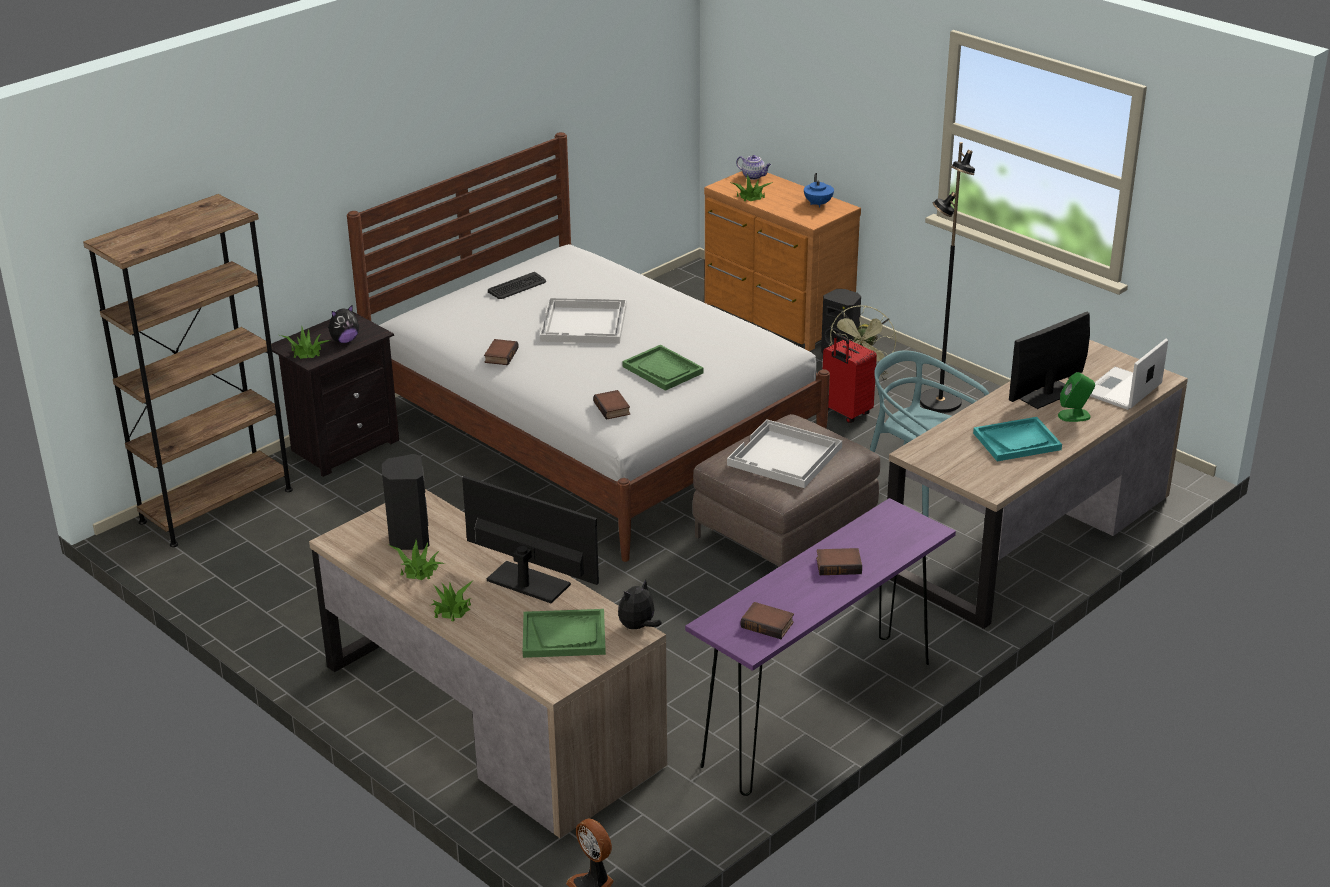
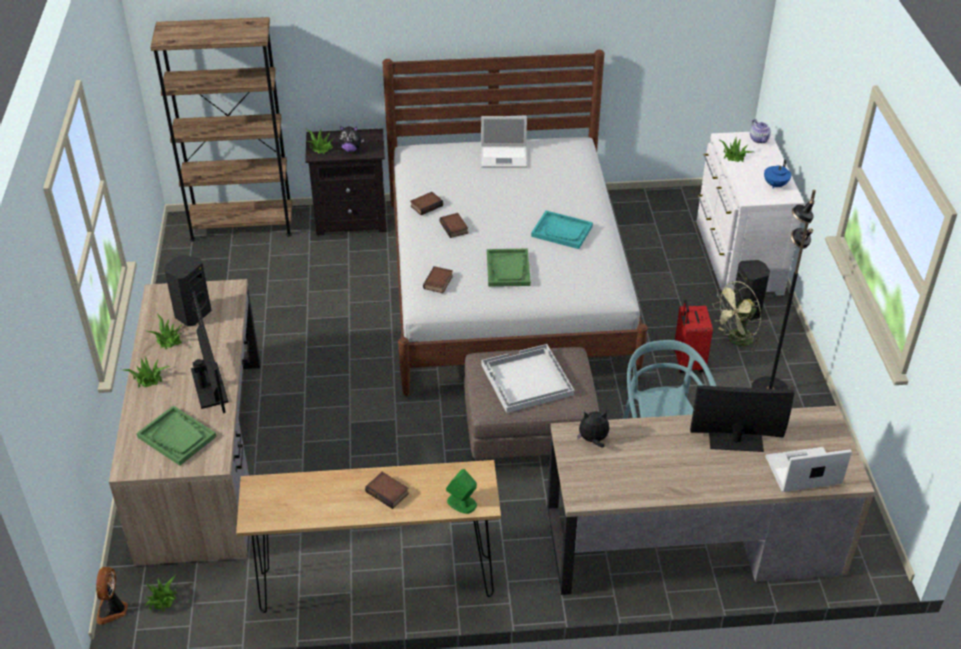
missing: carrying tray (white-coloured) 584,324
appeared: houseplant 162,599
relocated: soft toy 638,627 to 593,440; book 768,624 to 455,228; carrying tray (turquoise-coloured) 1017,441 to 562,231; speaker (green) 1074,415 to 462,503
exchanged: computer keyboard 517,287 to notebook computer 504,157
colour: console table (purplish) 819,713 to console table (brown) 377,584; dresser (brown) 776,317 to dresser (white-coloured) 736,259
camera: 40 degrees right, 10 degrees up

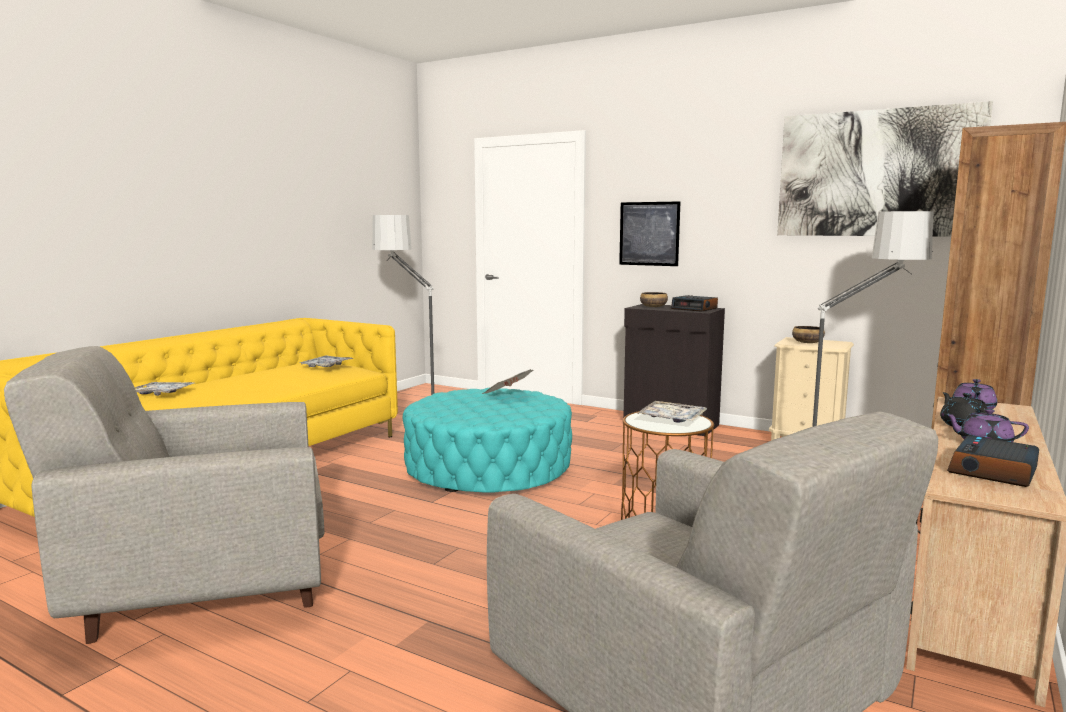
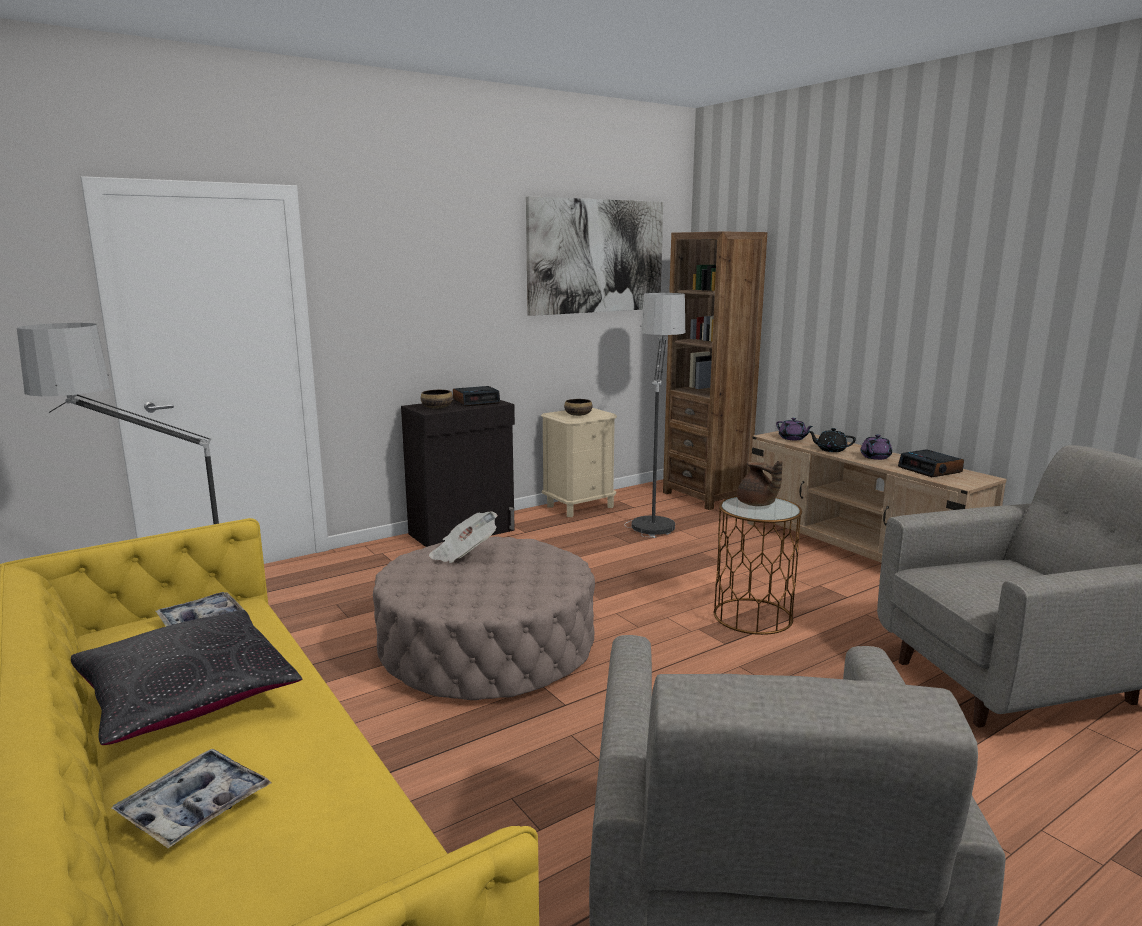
missing: picture 649,233
appeared: throw pillow (black-coloured) 188,697
exchanged: carrying tray 672,419 to teapot (brown) 757,504
colour: pouffe (turquoise-coloured) 488,468 to pouffe (sand-coloured) 487,648
camera: 65 degrees left, 5 degrees up

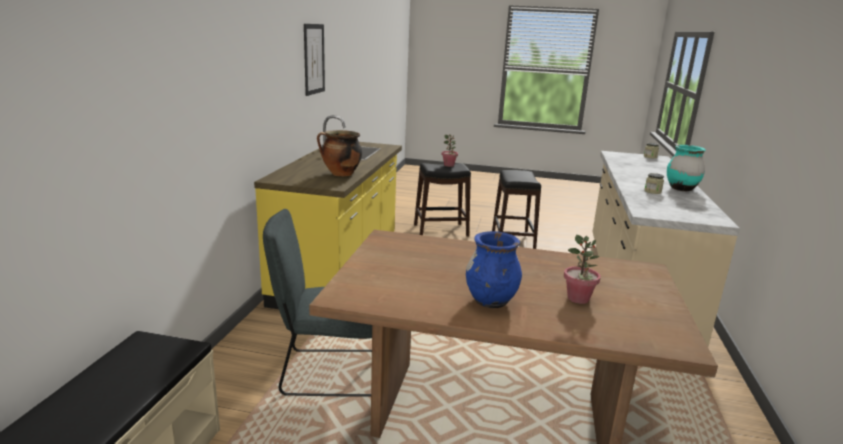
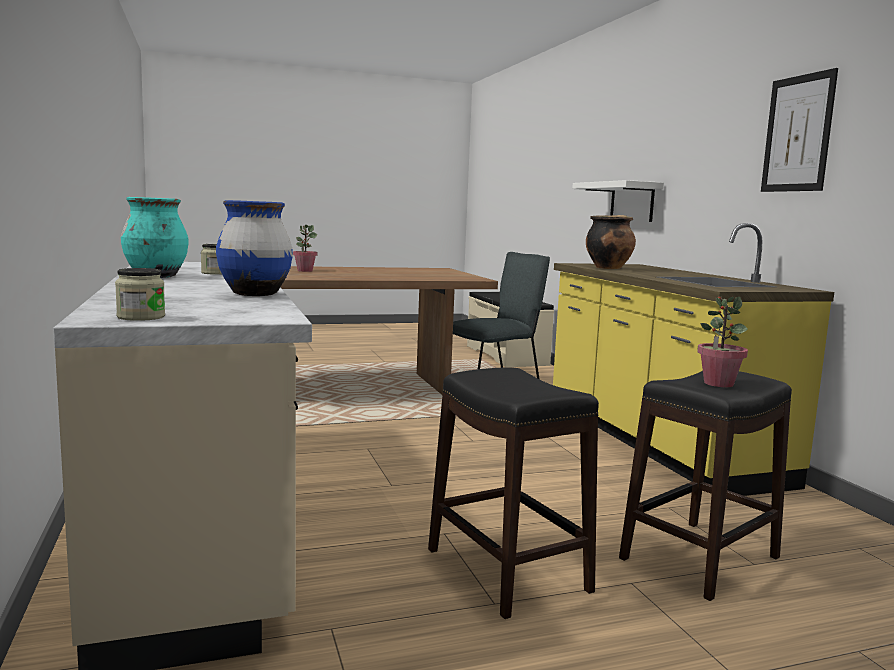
appeared: shelf (white-coloured) 632,202
relocated: vase (bluish) 491,301 to 255,294
camera: 150 degrees right, 10 degrees down

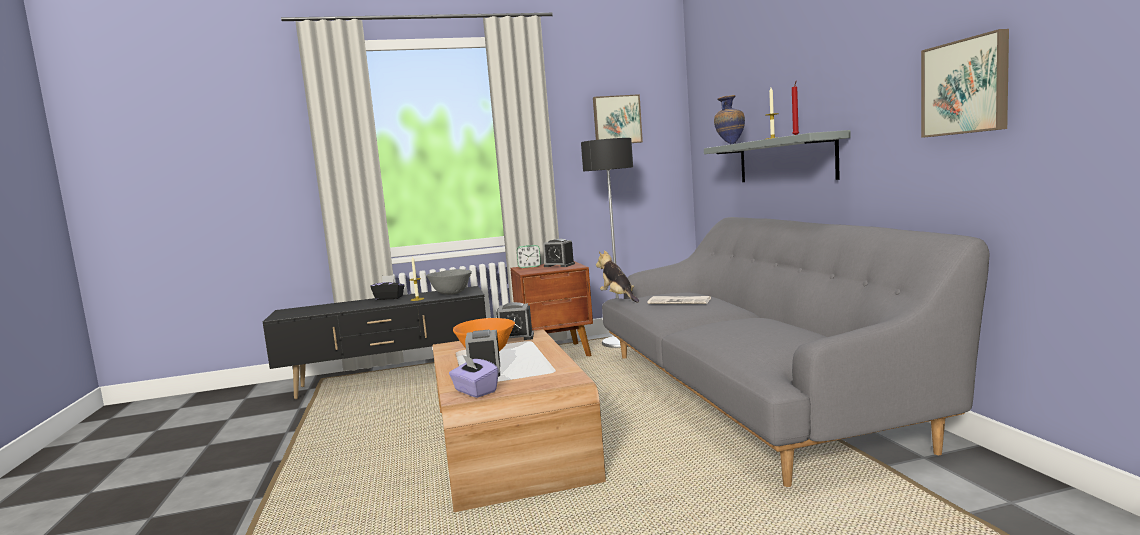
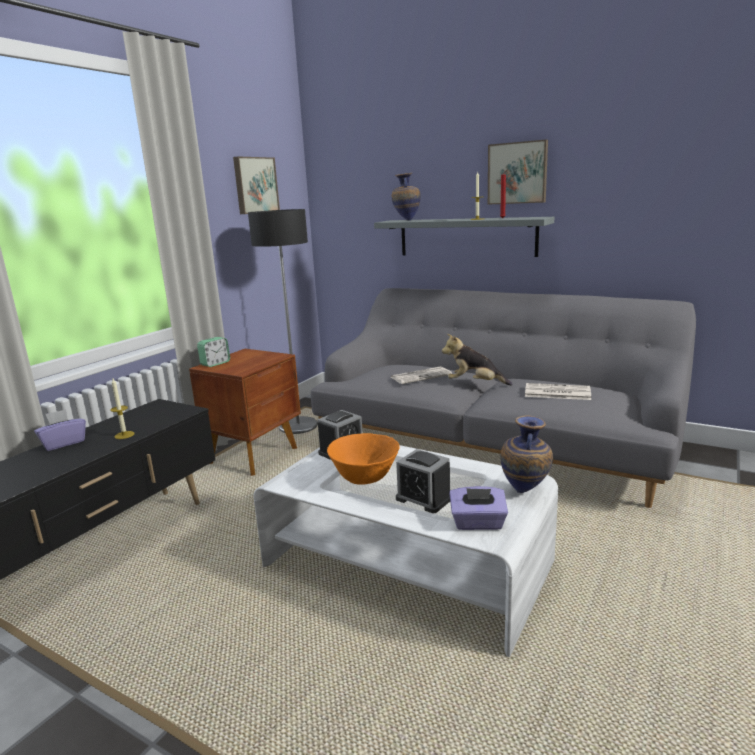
missing: bowl (gray) 451,294; table clock 559,265
appeared: vase 525,492; printed paper 556,392
relocated: soft toy 618,298 to 475,384; picture 966,87 to 517,173
colour: box of tissues (black-coloured) 389,298 to box of tissues (purplish) 63,443; lounge table (brown) 510,443 to lounge table (white-coloured) 406,564
camera: 45 degrees left, 10 degrees up

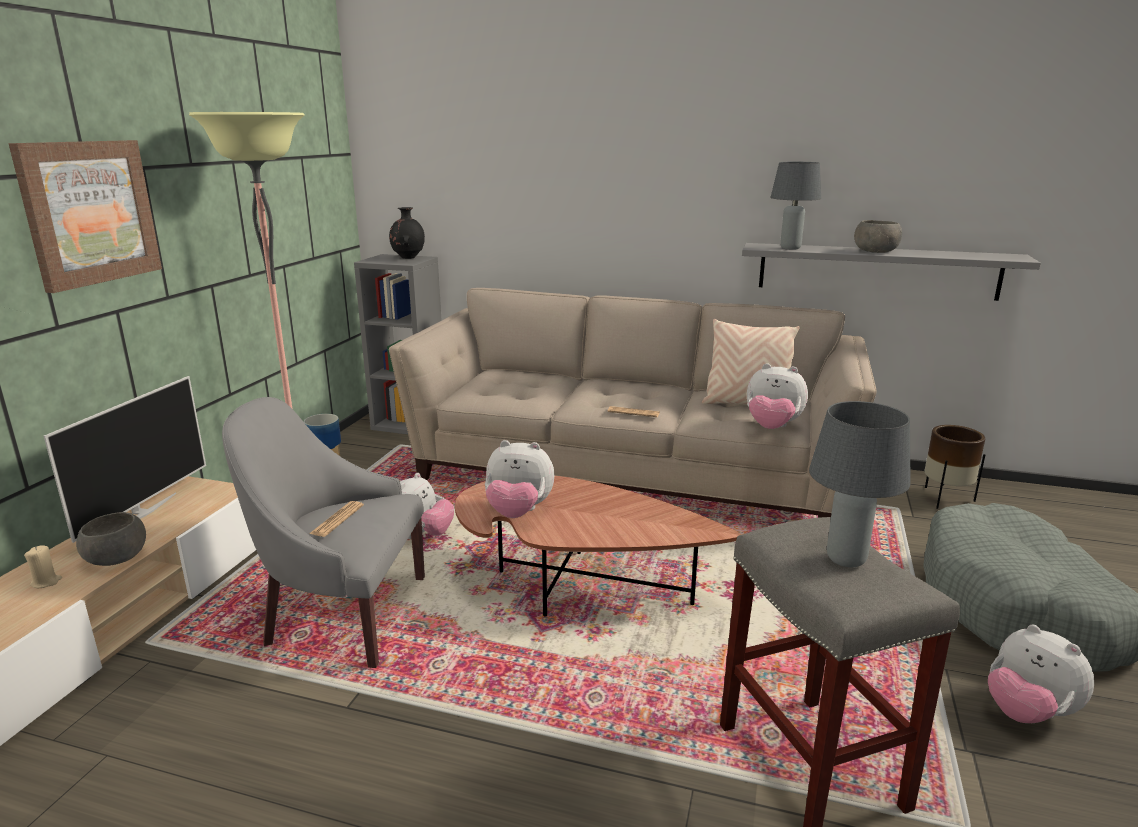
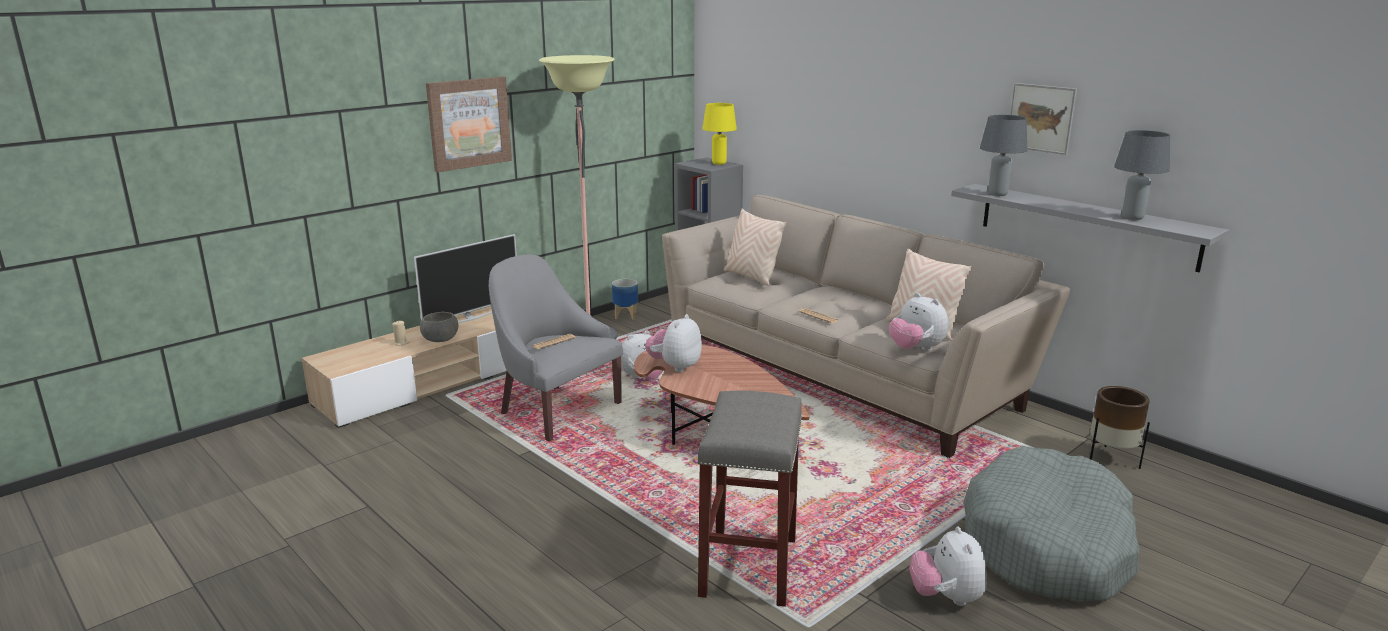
missing: bowl (gray) 876,251
appeared: throw pillow (sand-coloured) 751,277; picture 1041,118
relocated: tabletop lamp (gray) 846,560 to 1132,218
exchanged: vase (black-coloured) 408,258 to tabletop lamp (yellowish) 718,163
spun: soft toy 518,512 = 675,367 75 degrees clockwise
camera: 30 degrees right, 0 degrees up

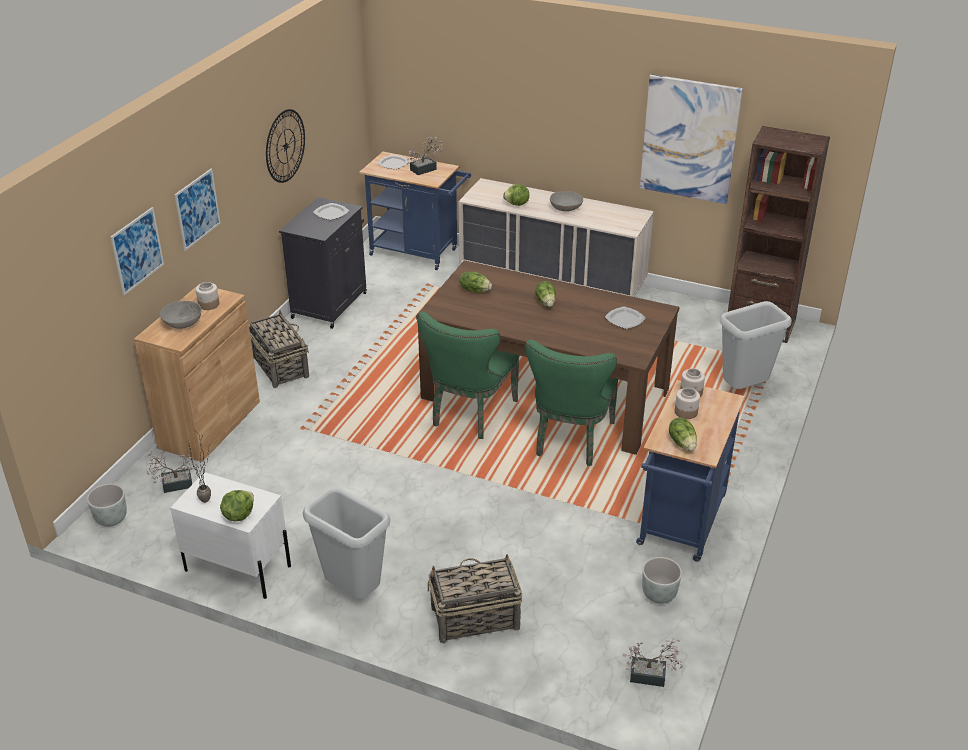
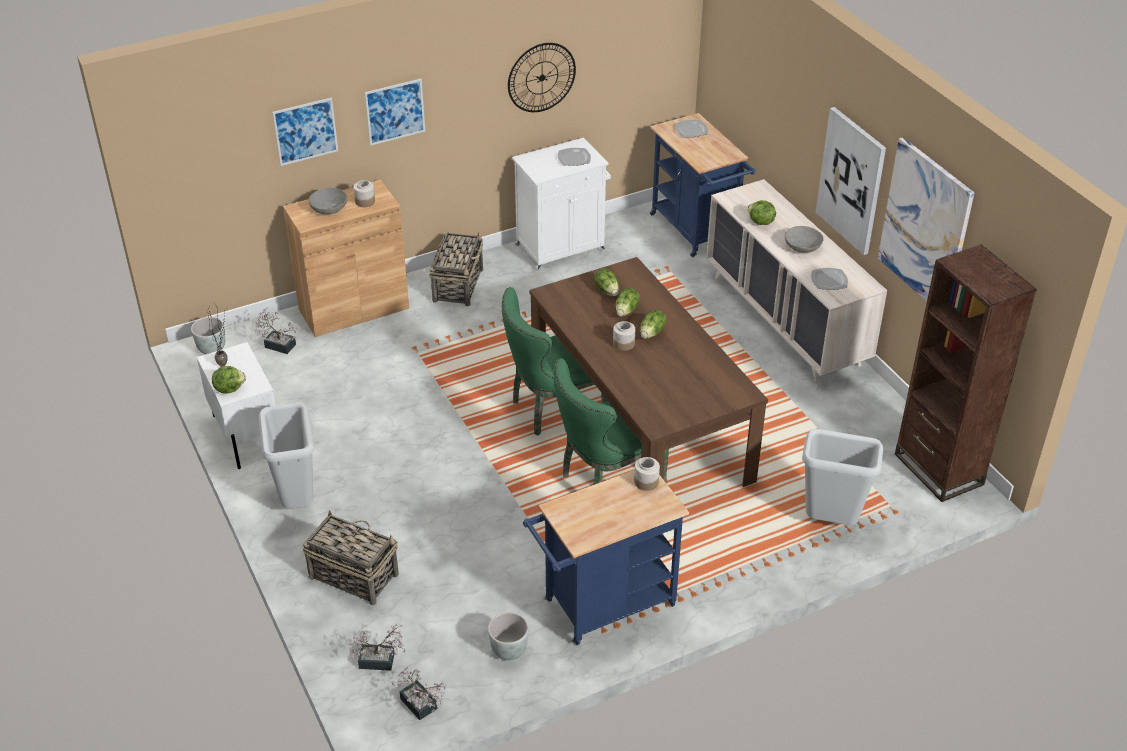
appeared: picture 851,180
relocated: houseplant 426,169 to 381,661; plate 625,319 to 829,280; head of lettuce 682,443 to 627,310; jar 686,412 to 623,344
colour: cupboard (black-coloured) 330,304 to cupboard (white-coloured) 562,247
camera: 40 degrees right, 5 degrees up

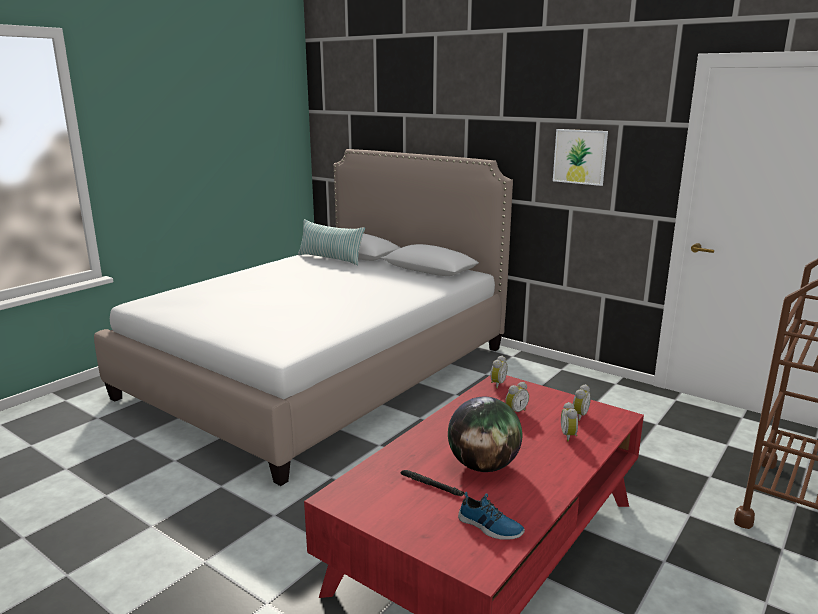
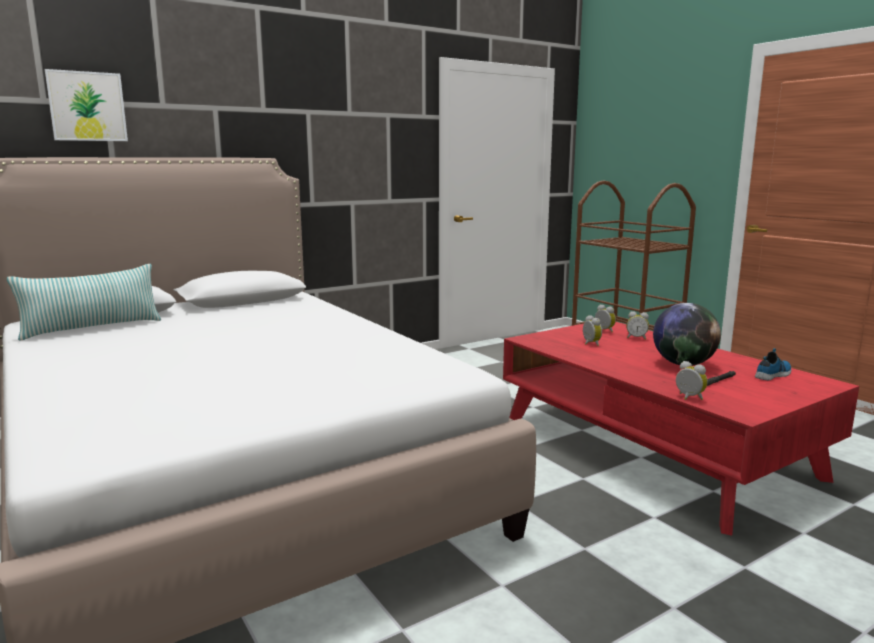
relocated: table clock 497,384 to 688,398; picture 580,156 to 87,106
camera: 70 degrees left, 5 degrees down

